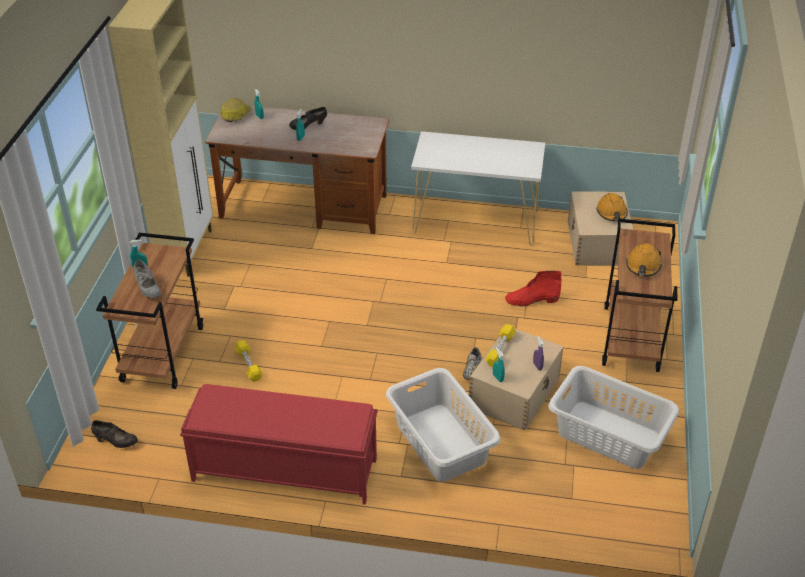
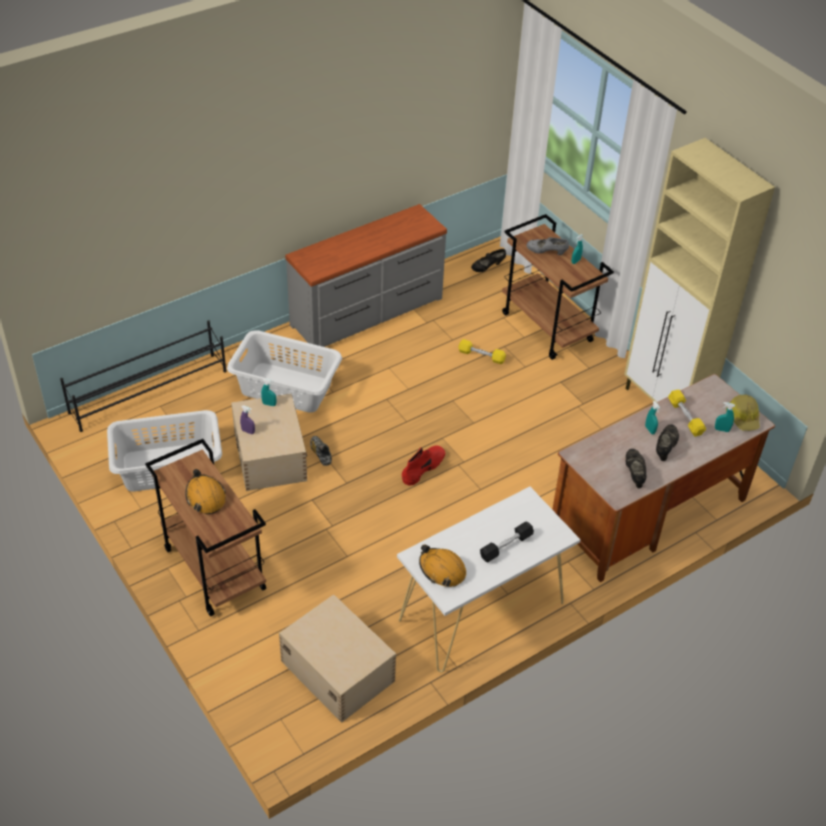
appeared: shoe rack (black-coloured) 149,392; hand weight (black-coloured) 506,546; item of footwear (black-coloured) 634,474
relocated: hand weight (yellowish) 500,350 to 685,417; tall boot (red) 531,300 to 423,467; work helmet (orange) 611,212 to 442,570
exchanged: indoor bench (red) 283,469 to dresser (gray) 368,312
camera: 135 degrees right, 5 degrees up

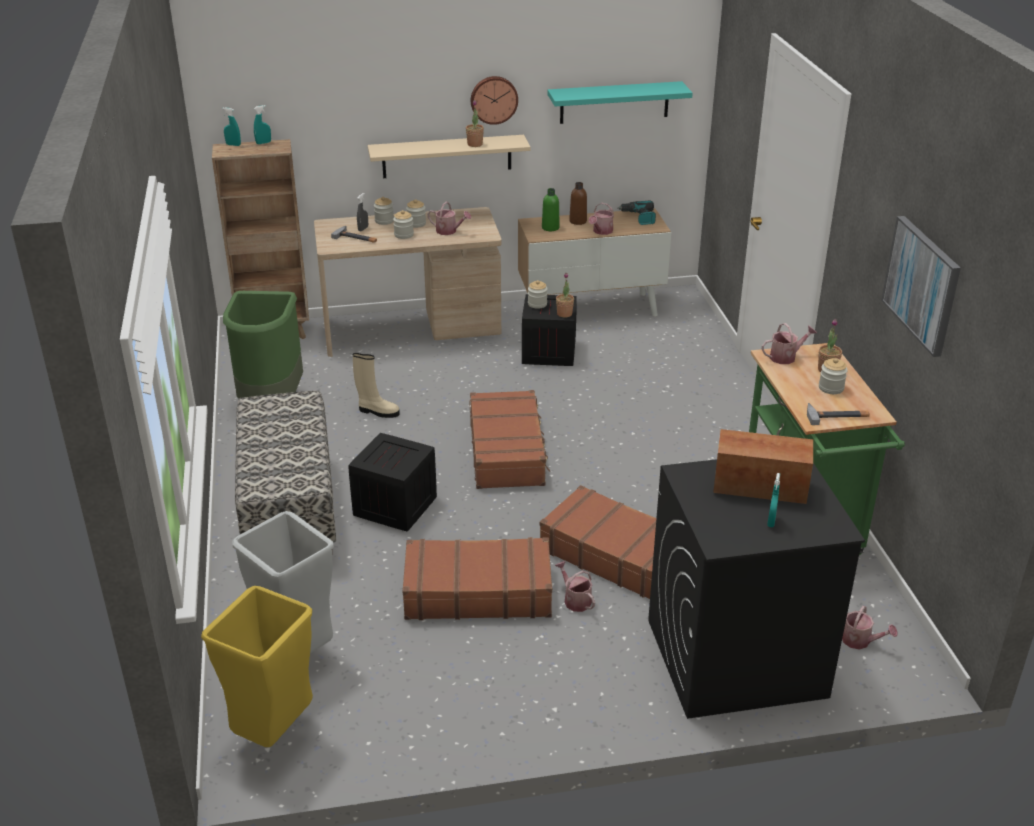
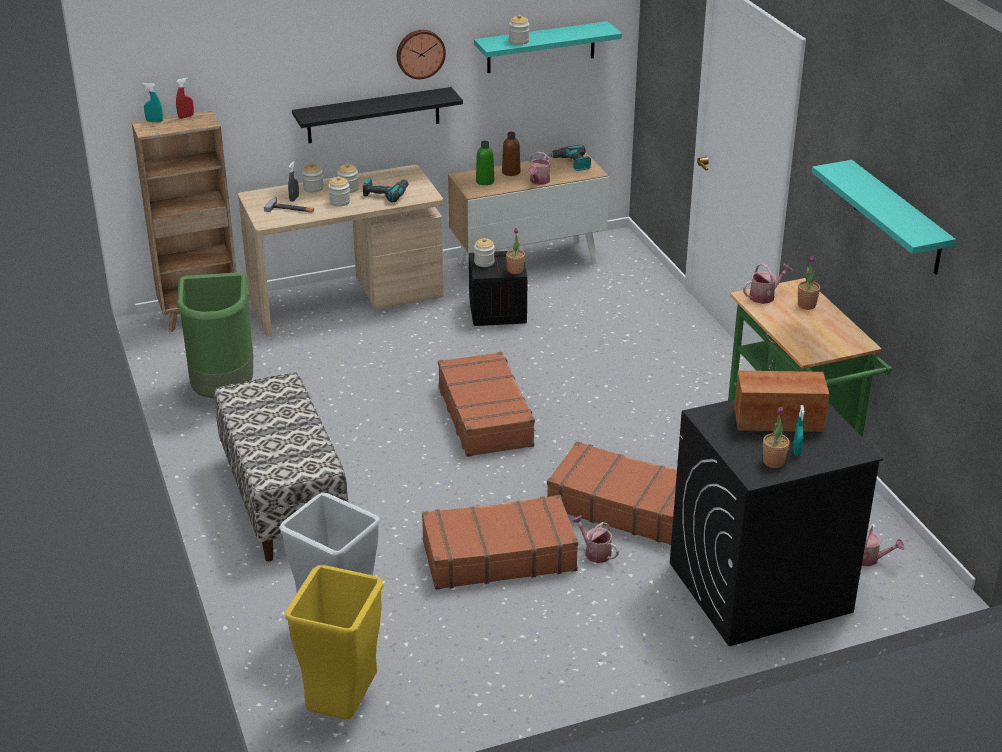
missing: packing crate 395,505; tall boot (sand-coloured) 377,411; hammer 837,416
relocated: houseplant 475,144 to 773,462; jar 831,388 to 519,41
exchanged: watering pot 449,231 to drill 386,194; picture 922,284 to shelf (turquoise-coloured) 898,218
colour: hand sprayer (turquoise-coloured) 263,143 to hand sprayer (red) 186,117; shelf (sand-coloured) 447,156 to shelf (black-coloured) 373,115
camera: 10 degrees left, 0 degrees up

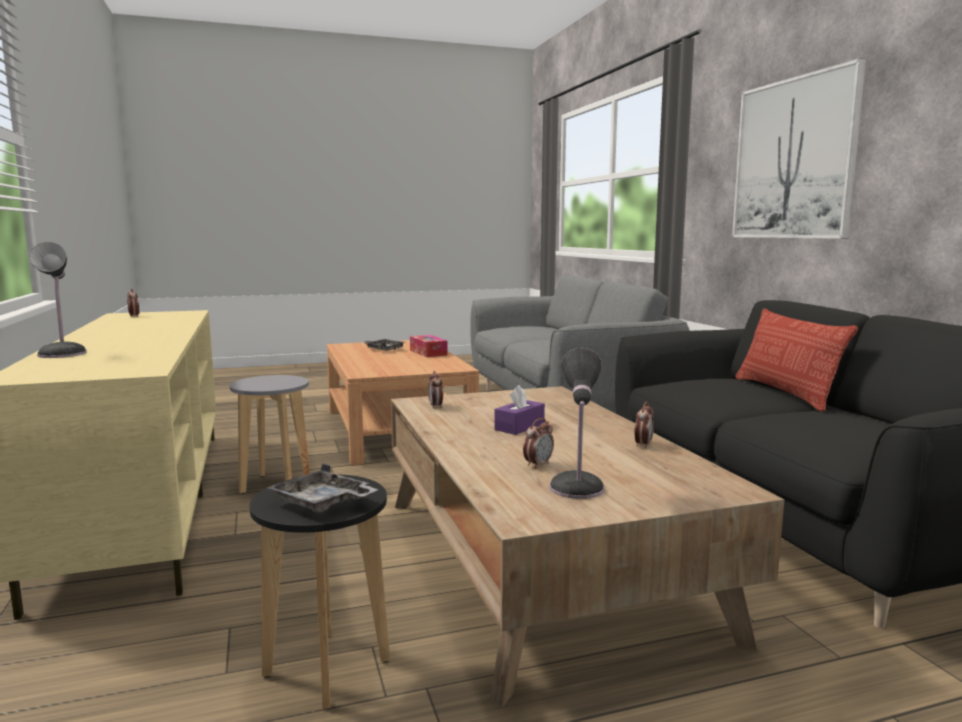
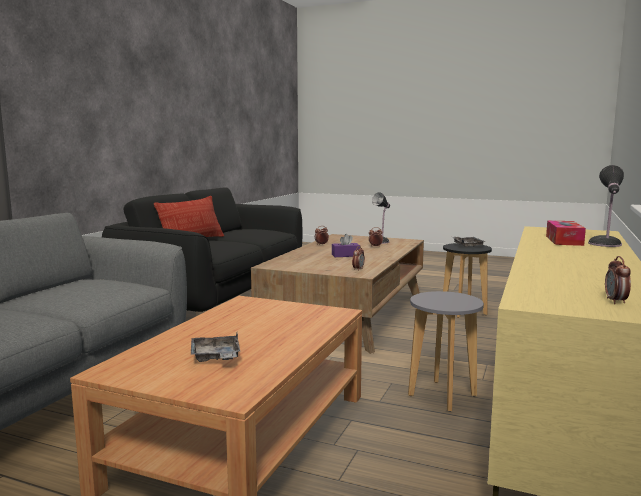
missing: picture 794,159
relocated: box of tissues 428,352 to 564,240
camera: 140 degrees left, 0 degrees up

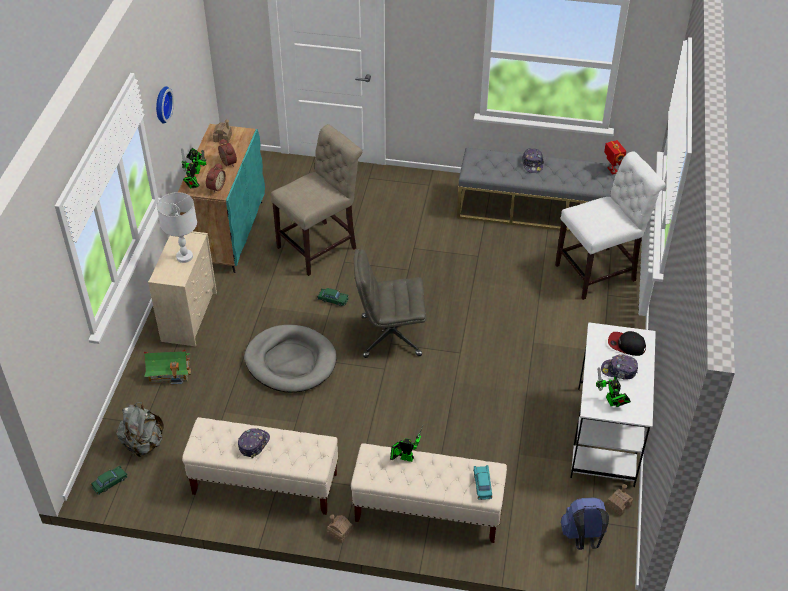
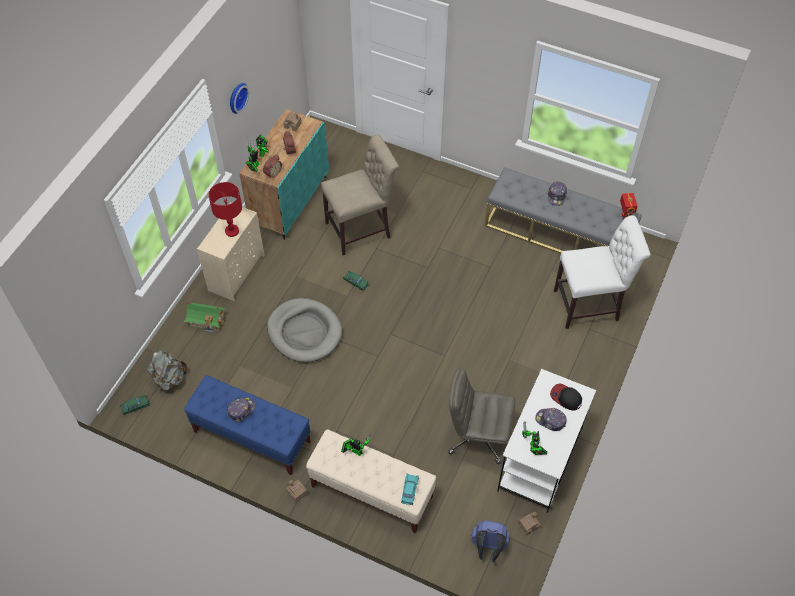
relocated: computer chair (gray) 390,336 to 477,436
colour: tabletop lamp (white-coloured) 184,257 to tabletop lamp (red) 231,231; indoor bench (sand-coloured) 264,484 to indoor bench (bluish) 251,436
camera: 15 degrees right, 10 degrees up

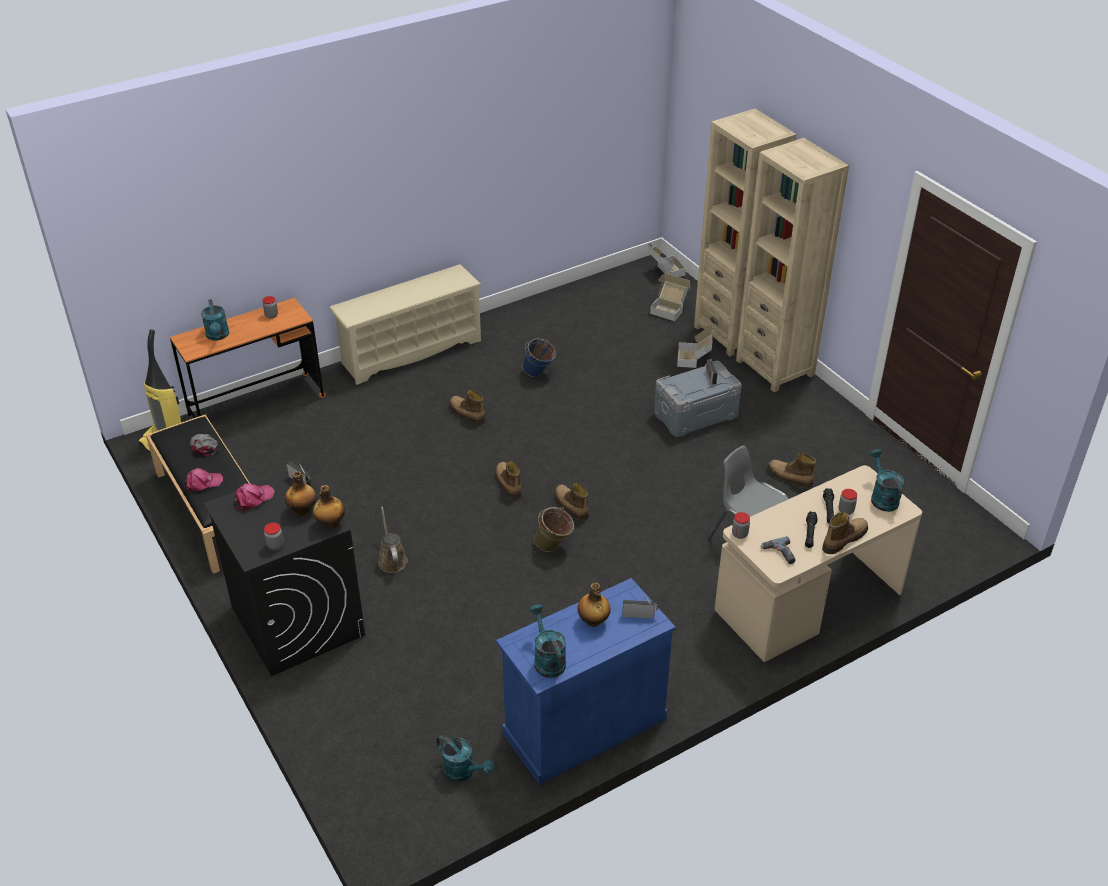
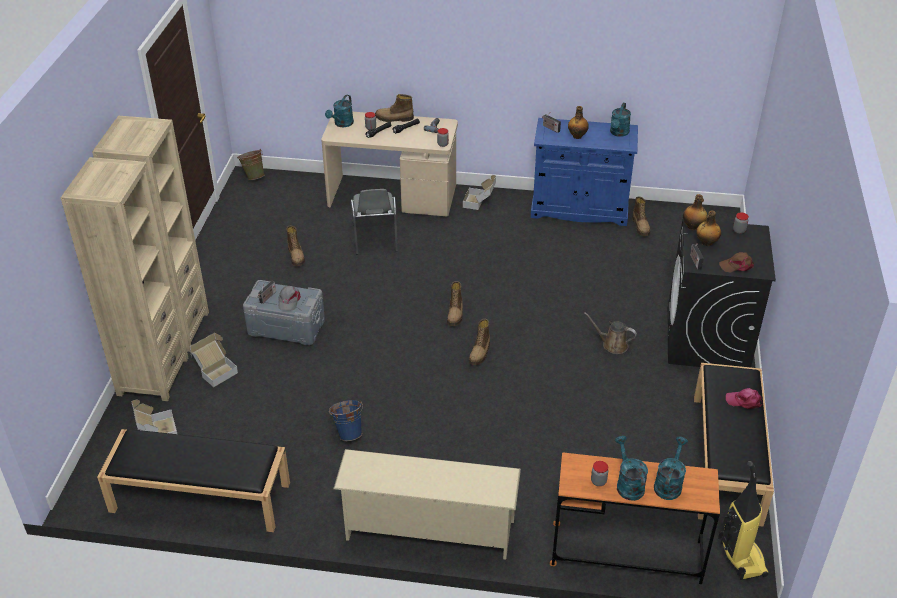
appeared: indoor bench (black-coloured) 199,497
relocated: baseball cap (gray) 204,446 to 288,300; watering pot (turquoise-coloured) 463,772 to 628,484; tall boot 466,414 to 641,226; bucket (green) 554,547 to 253,176; carton 665,272 to 480,203
colour: baseball cap (pink-coloured) 253,499 to baseball cap (brown) 737,266
spun: watering pot (brown) 392,559 = 612,345 90 degrees clockwise
camera: 140 degrees left, 0 degrees up

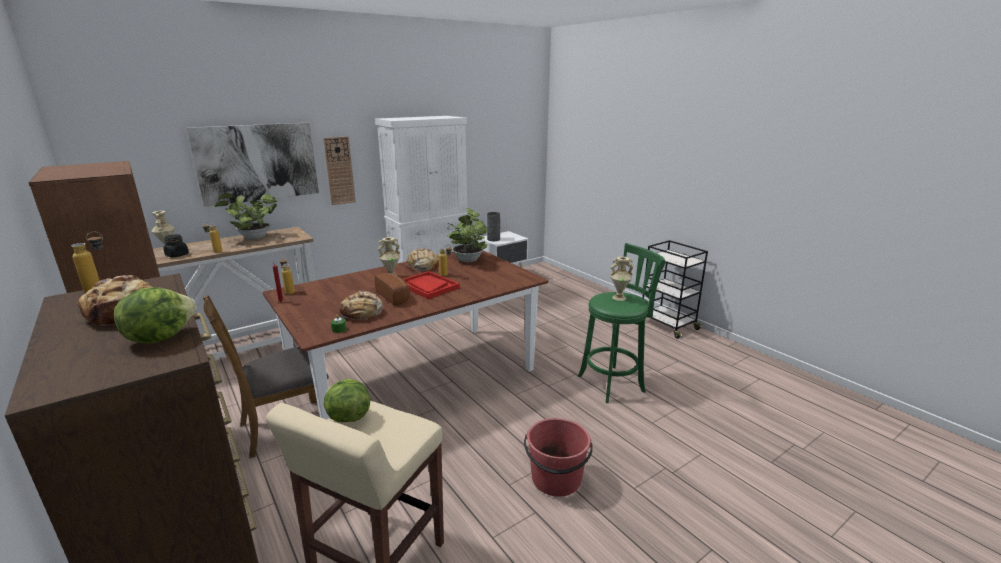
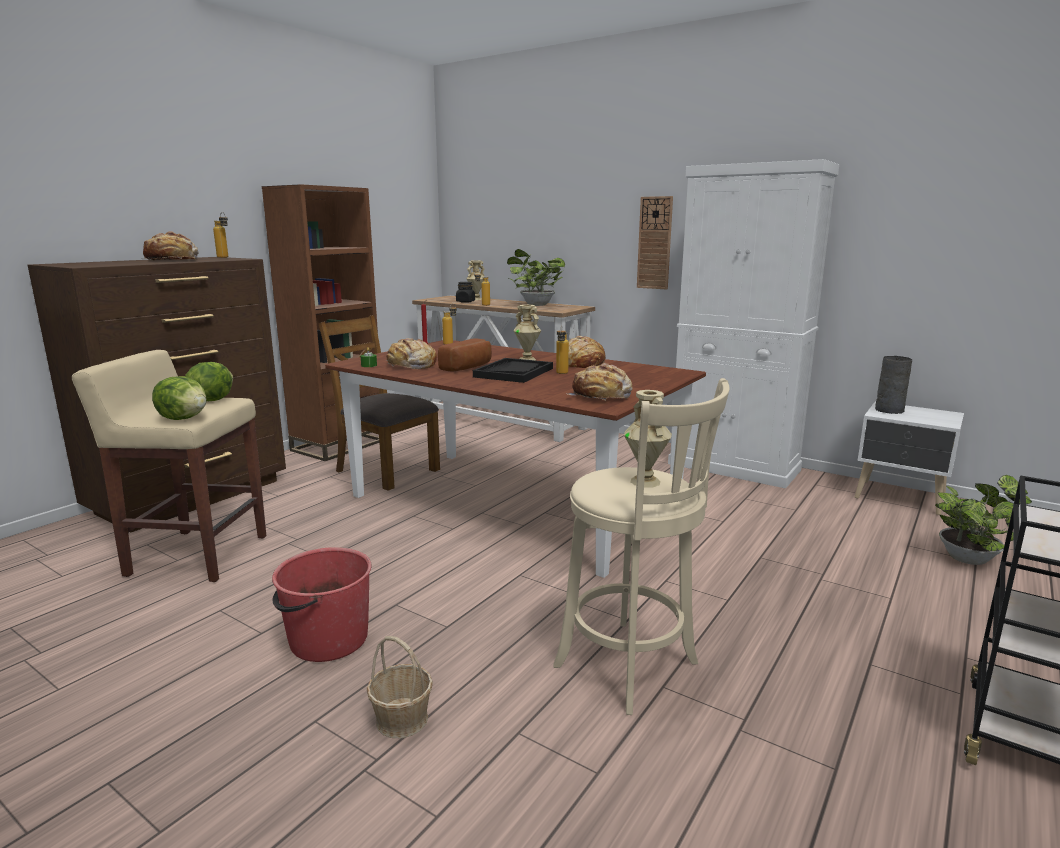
missing: picture 257,162
appeared: basket 402,719; bread 601,396
relocated: head of lettuce 160,337 to 184,418; houseplant 468,259 to 970,558
colour: carrying tray (red) 428,286 to carrying tray (black-coloured) 513,372; stool (green) 614,383 to stool (sand-coloured) 632,668
camera: 70 degrees right, 5 degrees down

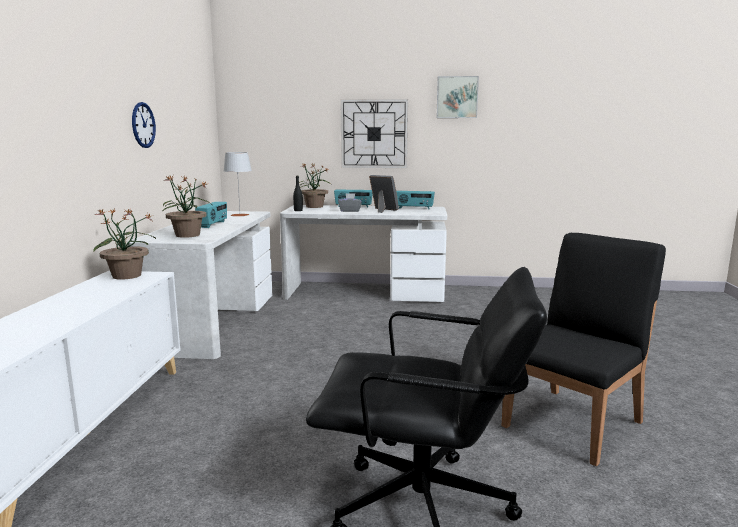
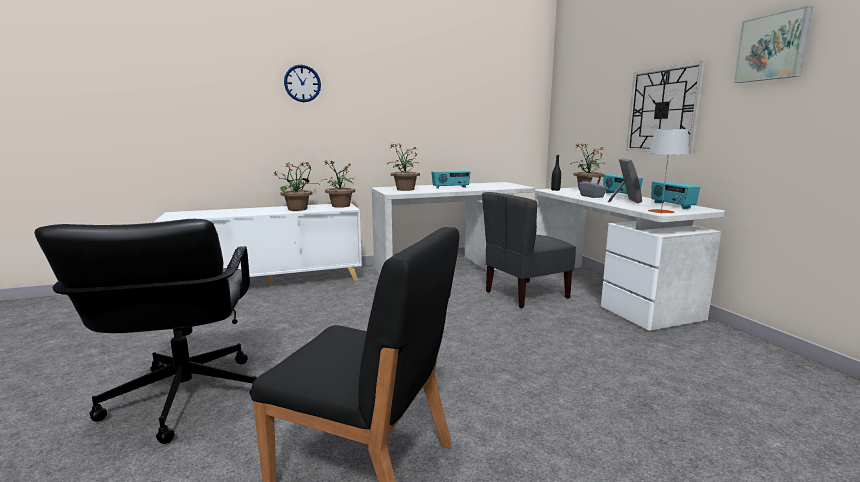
appeared: houseplant 298,209; chair (gray) 525,294
relocated: hanging clock 143,125 to 302,83; tabletop lamp (gray) 240,215 to 661,211
camera: 65 degrees right, 0 degrees up

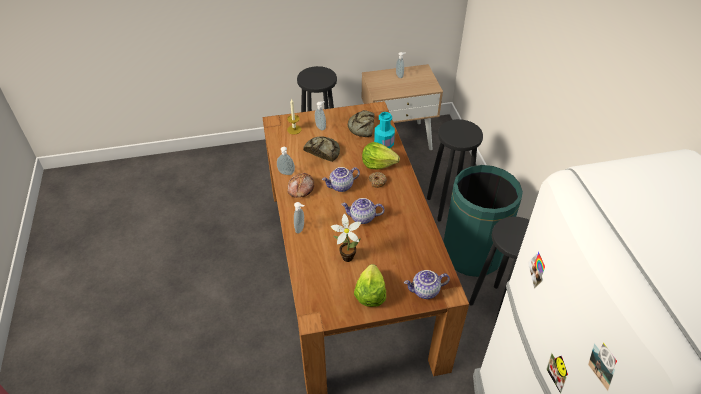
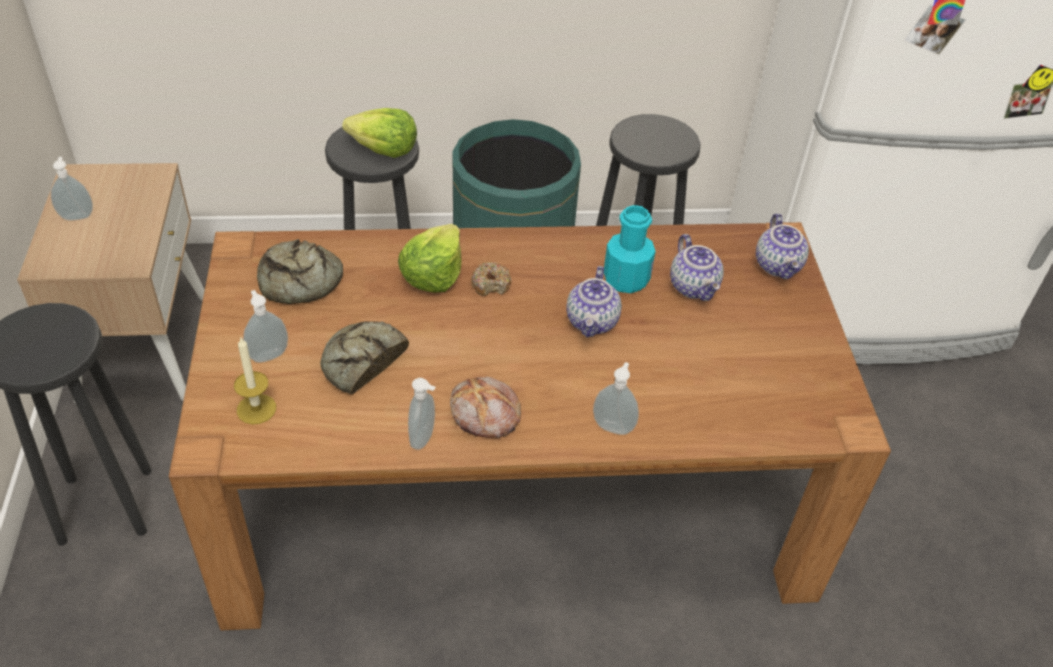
missing: houseplant 345,256
relocated: teapot 341,186 to 695,287; head of lettuce 370,294 to 384,149; bottle (turquoise-coloured) 383,144 to 626,279
camera: 85 degrees left, 0 degrees up

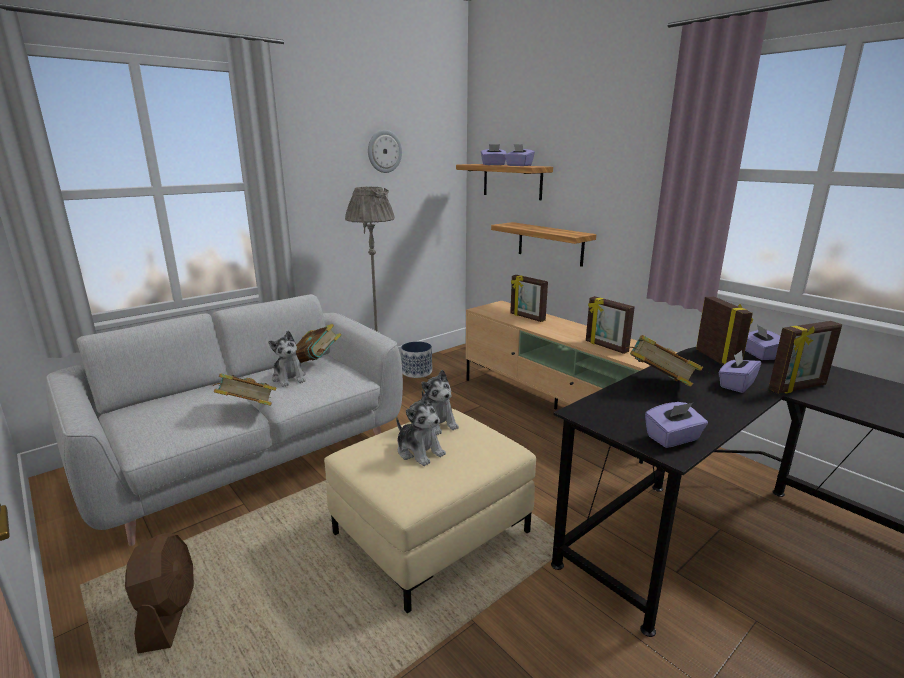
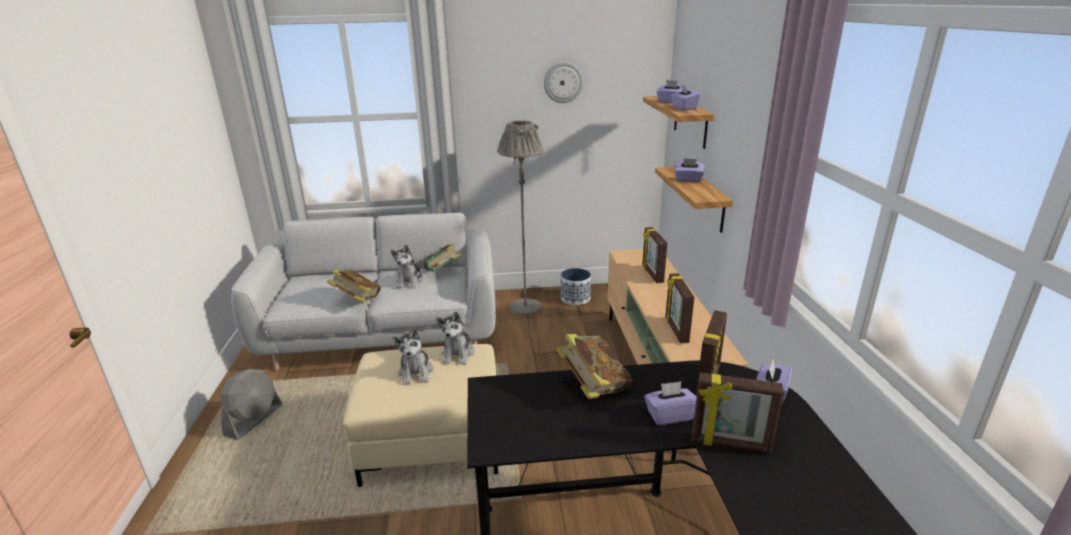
relocated: box of tissues (purplish) 673,438 to 688,180
colour: cooling fan (brown) 168,613 to cooling fan (gray) 254,420
camera: 35 degrees right, 5 degrees up

